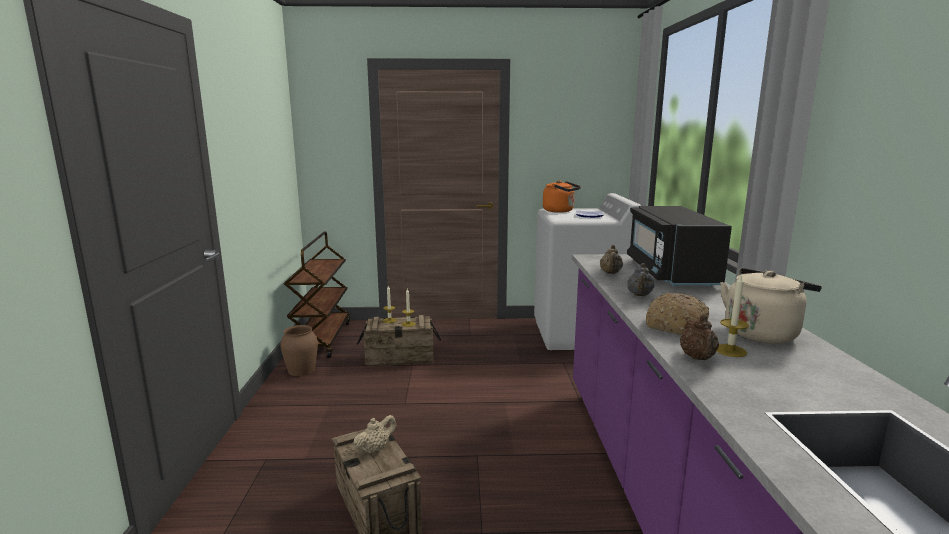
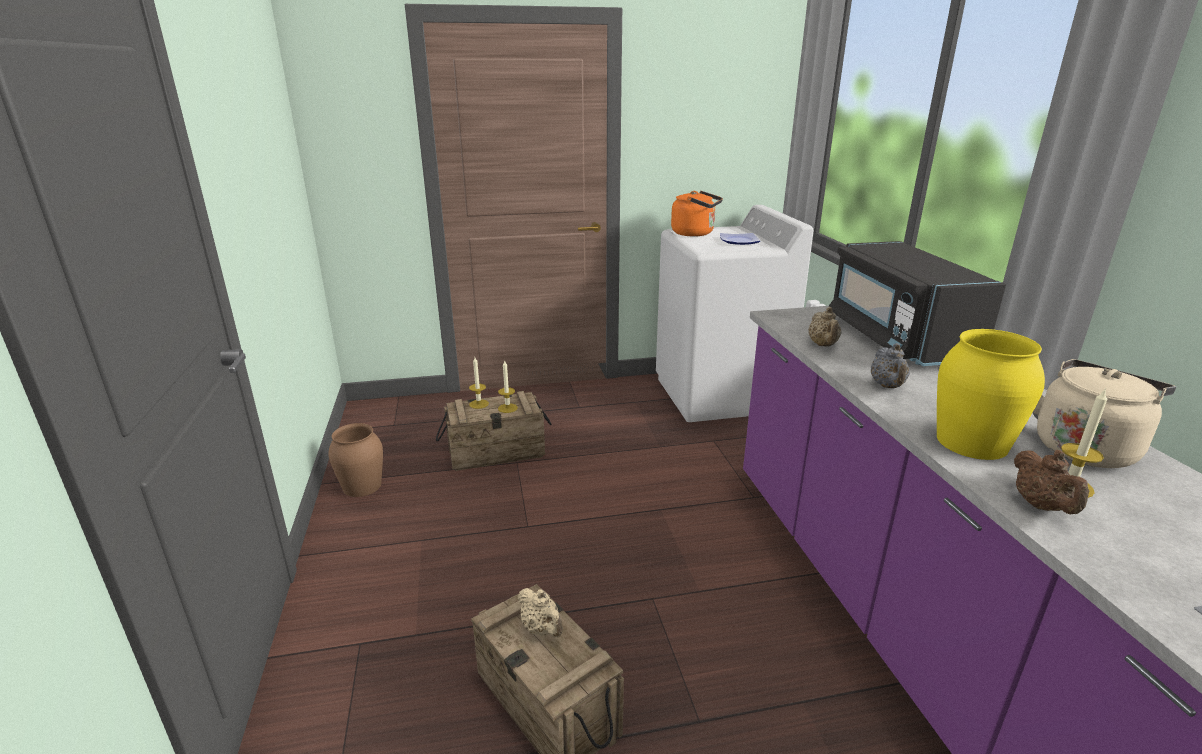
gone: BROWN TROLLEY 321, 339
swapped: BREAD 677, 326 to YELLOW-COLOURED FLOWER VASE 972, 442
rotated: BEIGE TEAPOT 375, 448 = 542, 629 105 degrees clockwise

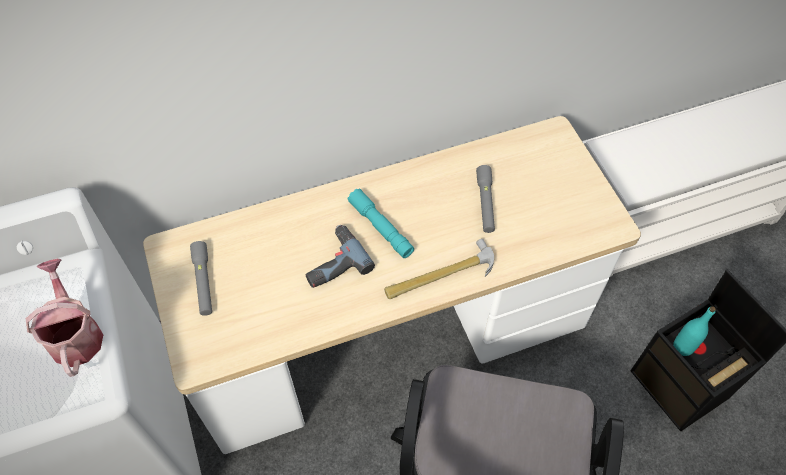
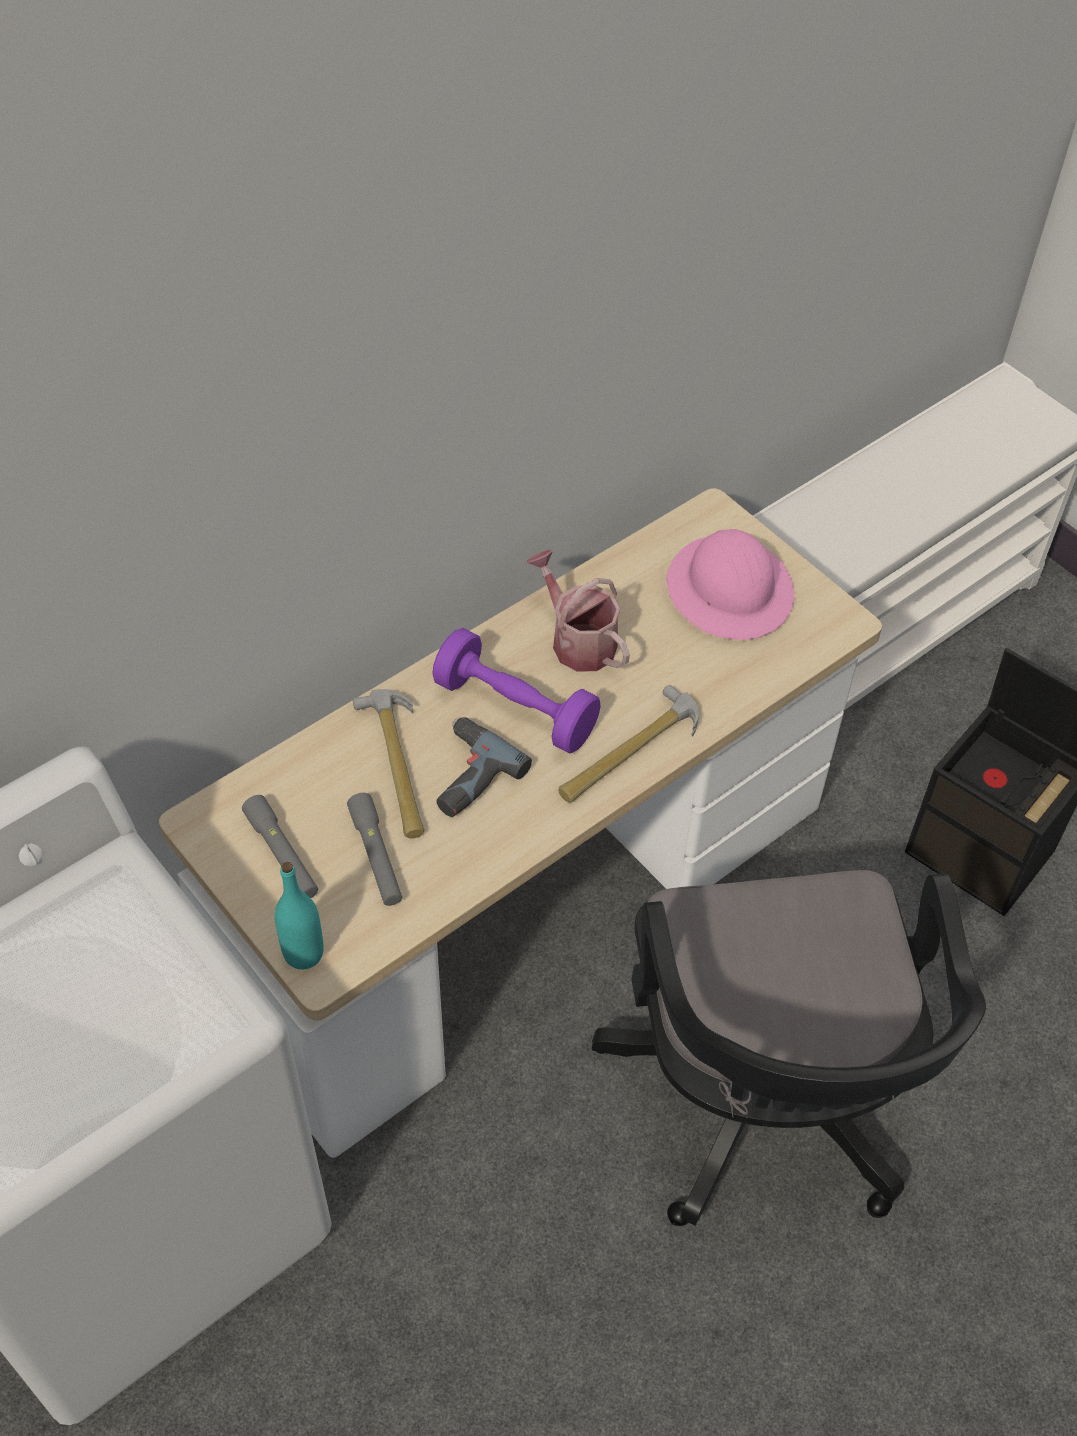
new: PINK WORK HELMET 730, 590; HAND HAMMER 396, 766
shifted: GRAY HAND TORCH 485, 203 to 376, 856; SPRINKLING CAN 75, 334 to 578, 640; TURQUOISE DRINK BOTTLE 683, 347 to 303, 953
swapped: TURQUOISE HAND TORCH 380, 228 to PURPLE HAND WEIGHT 515, 709

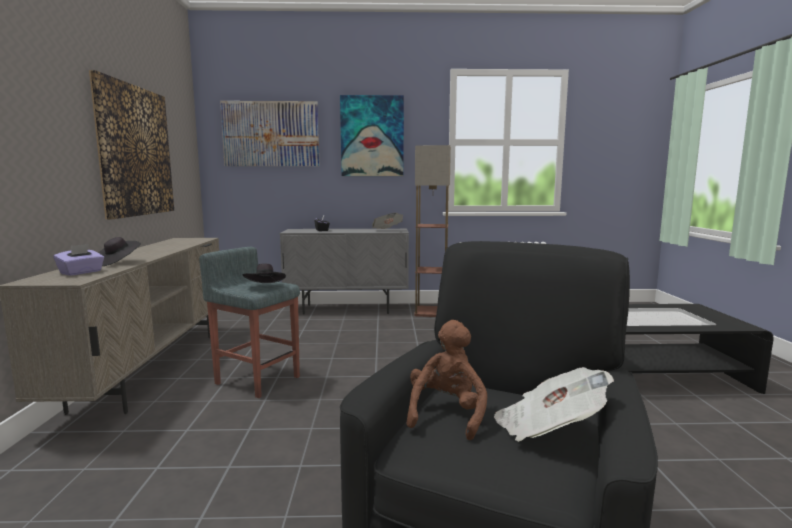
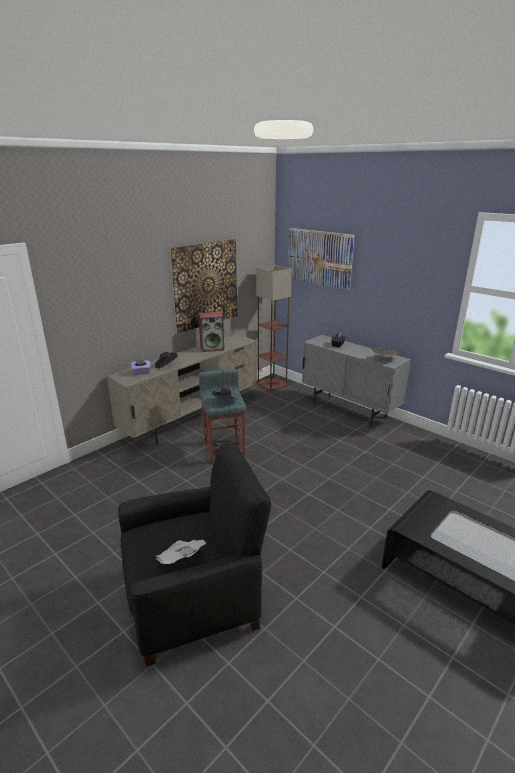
gone: PICTURE 372, 136; BROWN PLUSH TOY 446, 414
new: LOUDSPEAKER 212, 348
shifted: STANDING LAMP 430, 312 to 272, 384

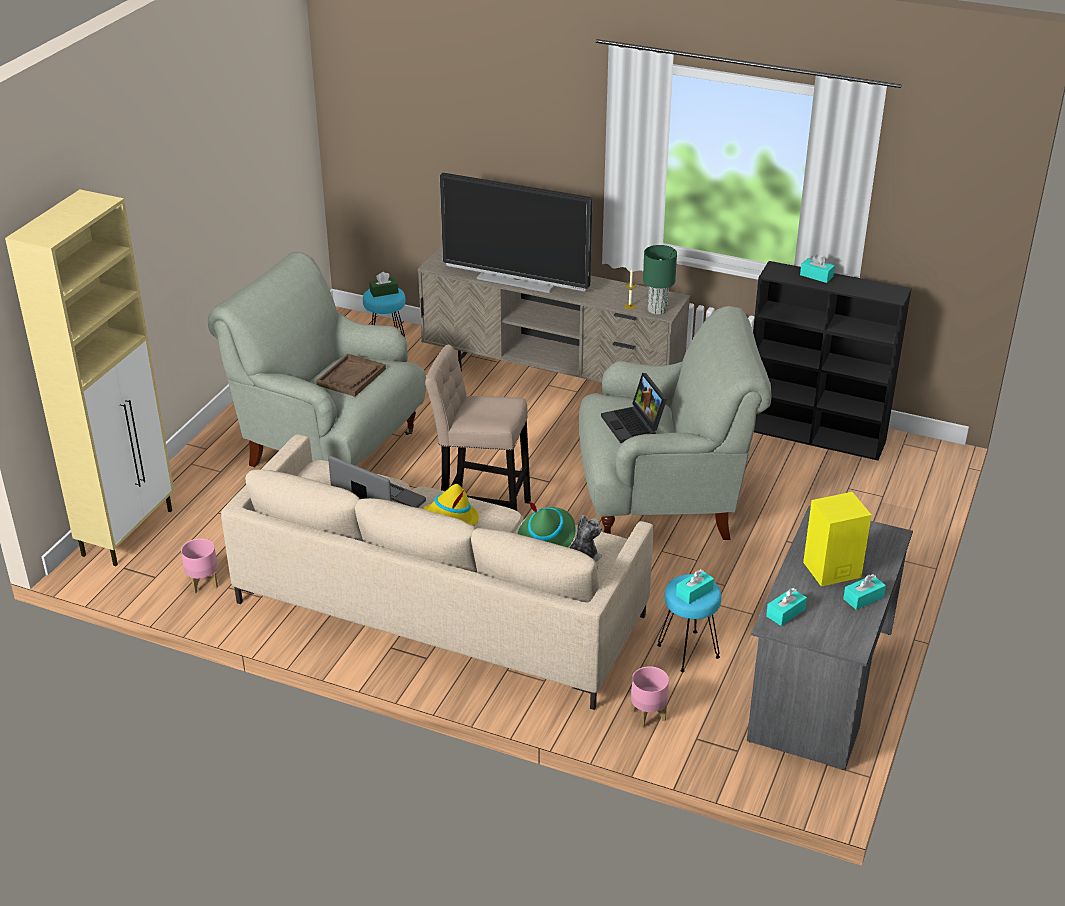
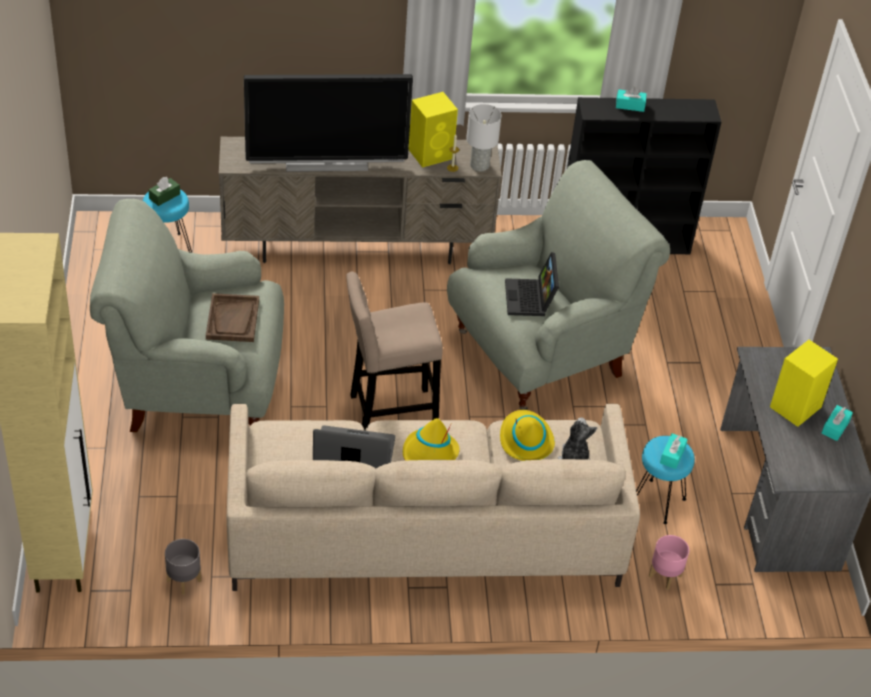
gone: TURQUOISE BOX OF TISSUES 785, 613
new: YELLOW-COLOURED LOUDSPEAKER 431, 153
repainted: GREENISH LAMP FOR A TABLE 658, 310 to WHITE-COLOURED LAMP FOR A TABLE 480, 165; GREENISH WEARABLE HAT 547, 534 to YELLOW-COLOURED WEARABLE HAT 525, 439; PINK FLOWER POT 202, 583 to GRAY FLOWER POT 183, 581
rotated: LAPTOP 634, 425 = 531, 299 45 degrees clockwise

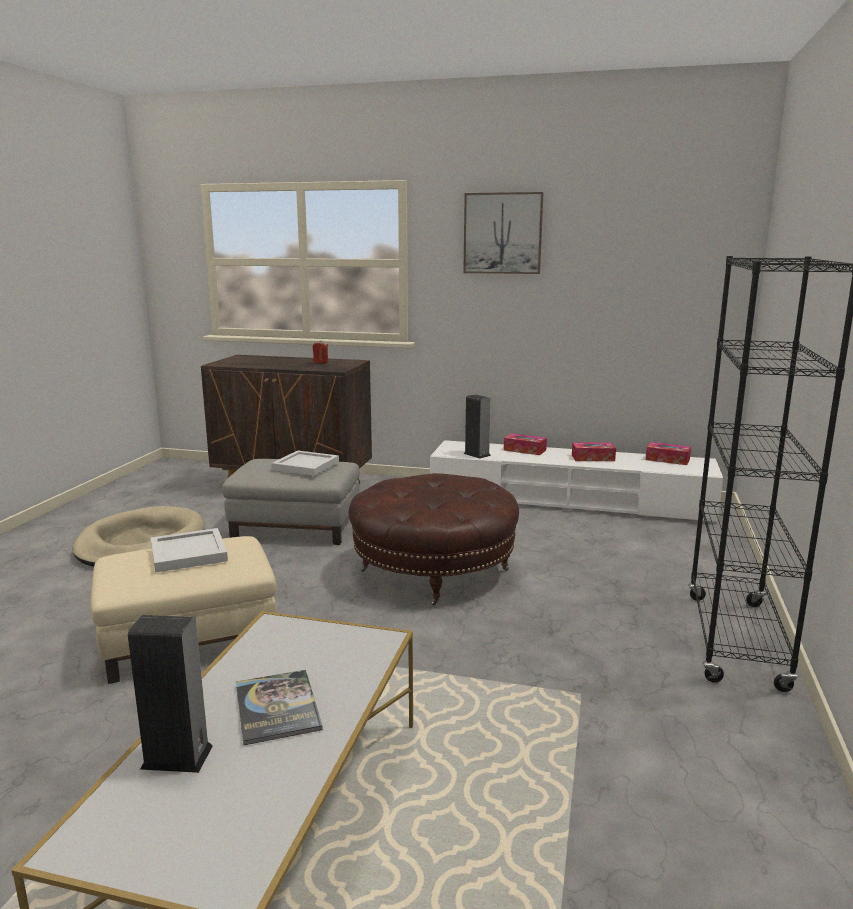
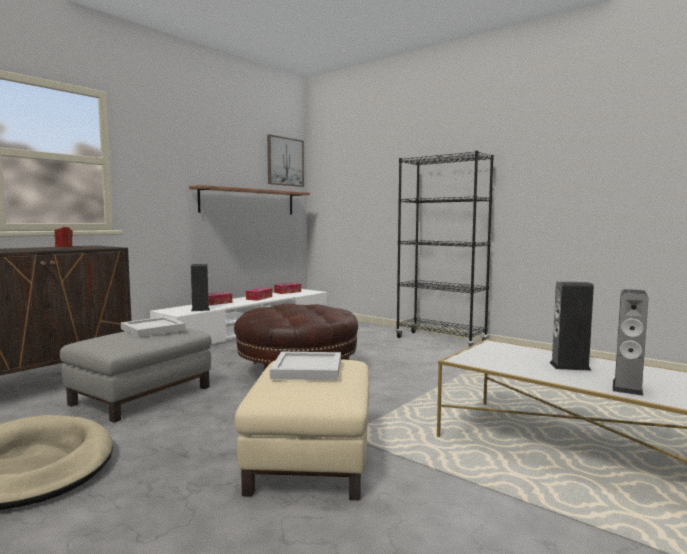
new: WALL SHELF 249, 201
shifted: PICTURE 502, 233 to 285, 161
swapped: VOLUME 277, 707 to LOUDSPEAKER 569, 366

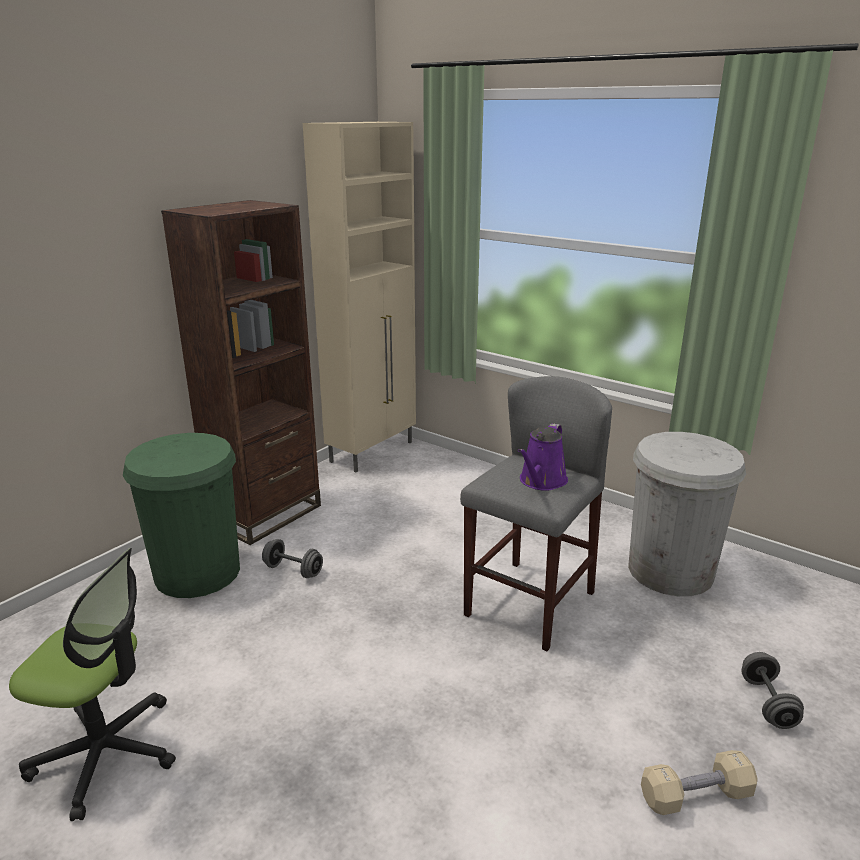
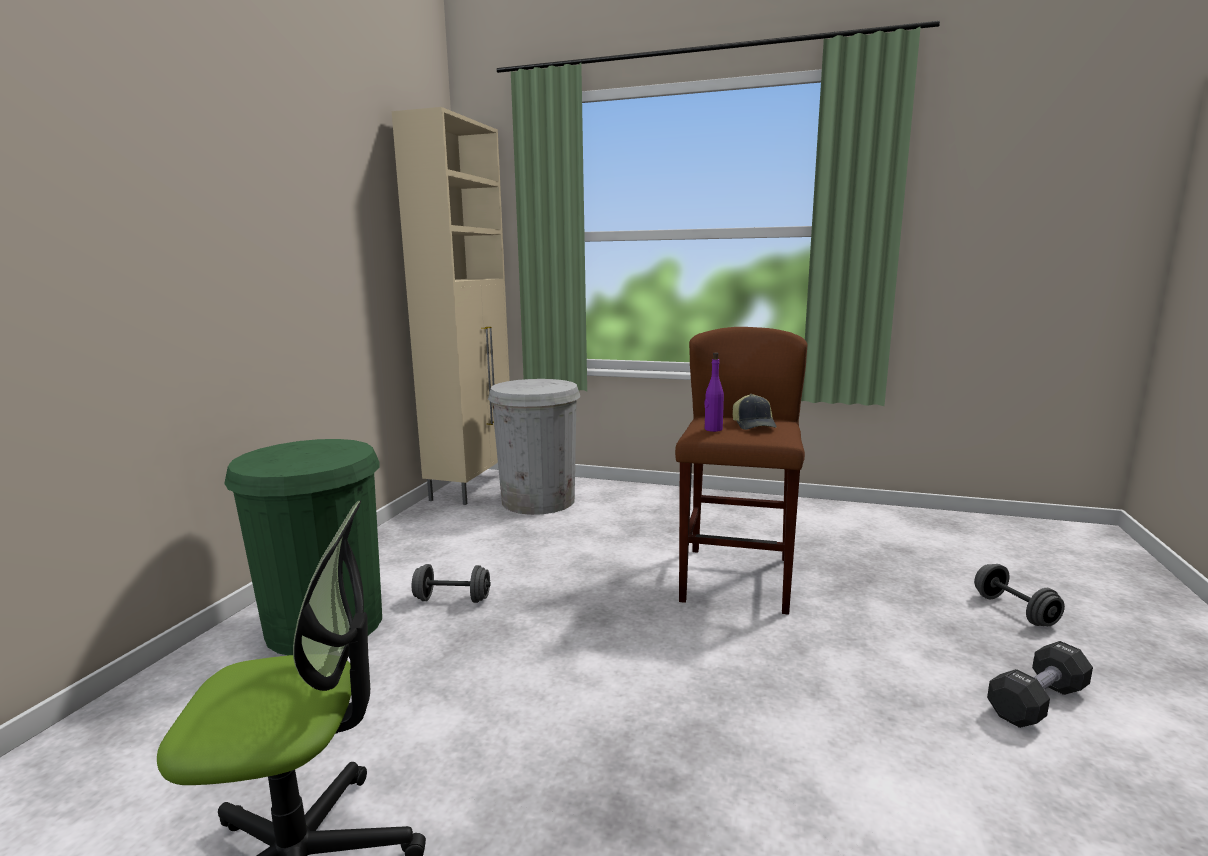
gone: BROWN BOOKSHELF 265, 514
new: PURPLE DRINK BOTTLE 713, 429
shifted: WHITE-COLOURED TRASH CAN 670, 570 to 538, 501
swapped: PURPLE SPRINKLING CAN 541, 481 to BASEBALL CAP 754, 425
repainted: GRAY STOOL SEAT 529, 604 to BROWN STOOL SEAT 736, 579; BEIGE HAND WEIGHT 695, 796 to BLACK HAND WEIGHT 1037, 702

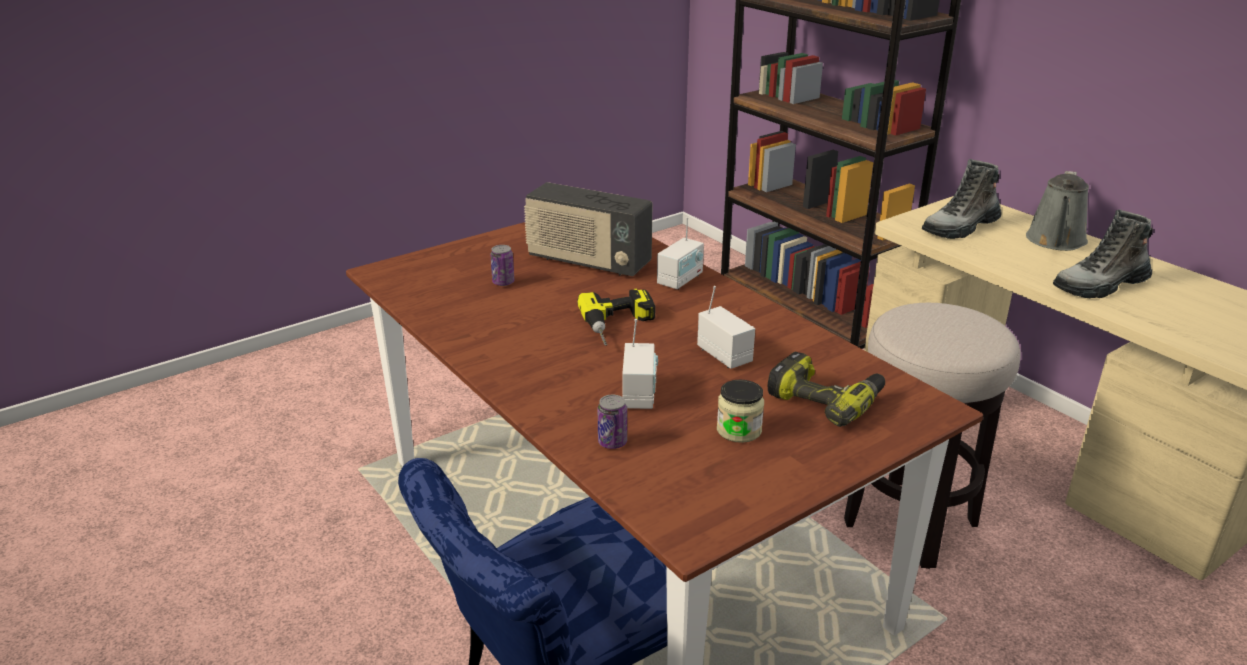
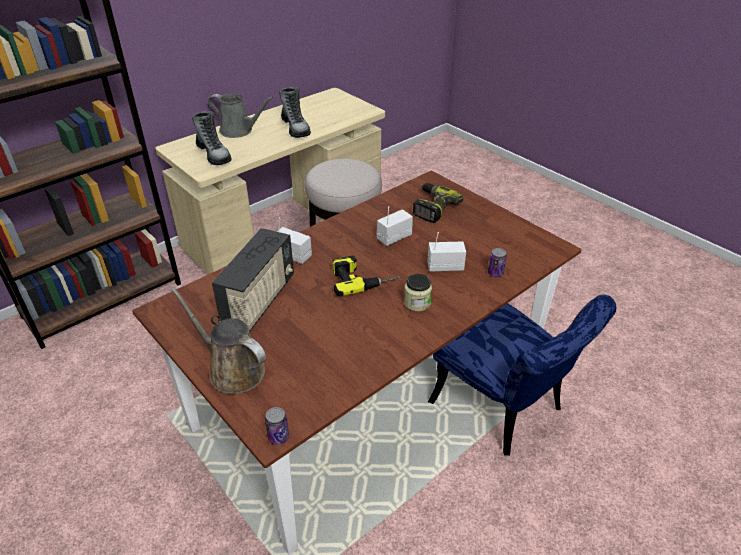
new: BROWN SPRINKLING CAN 232, 370
shifted: METAL CAN 503, 282 to 278, 437; JAR 739, 430 to 417, 303

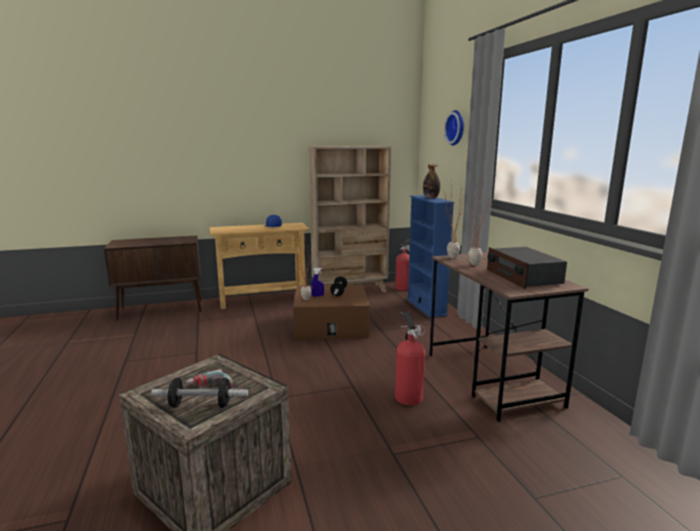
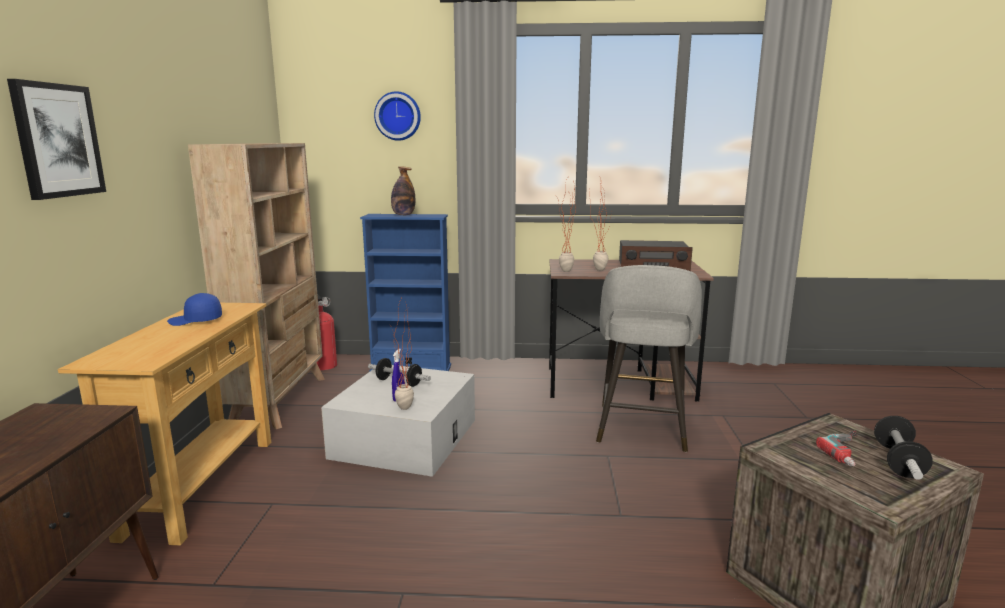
new: PICTURE 57, 140
swapped: EXTINGUISHER 408, 396 to GRAY STOOL SEAT 641, 429
repainted: BROWN STORAGE CONTAINER 331, 325 to WHITE-COLOURED STORAGE CONTAINER 405, 438

